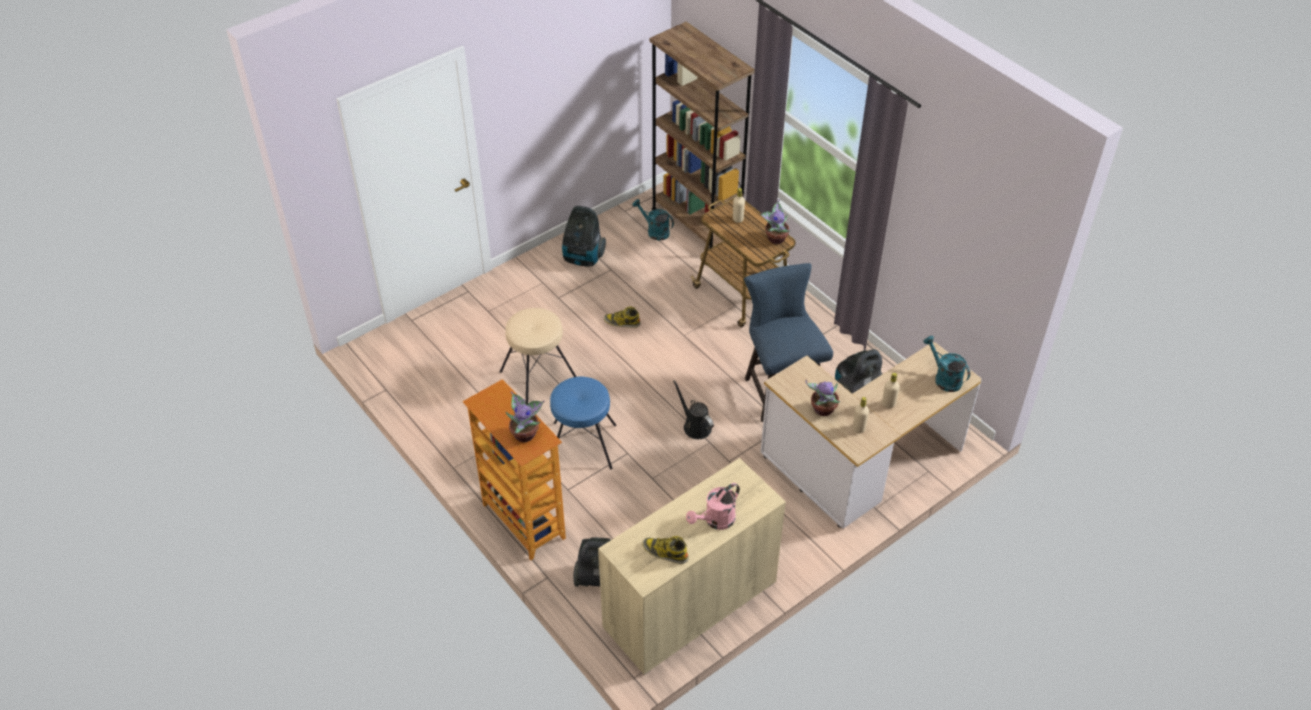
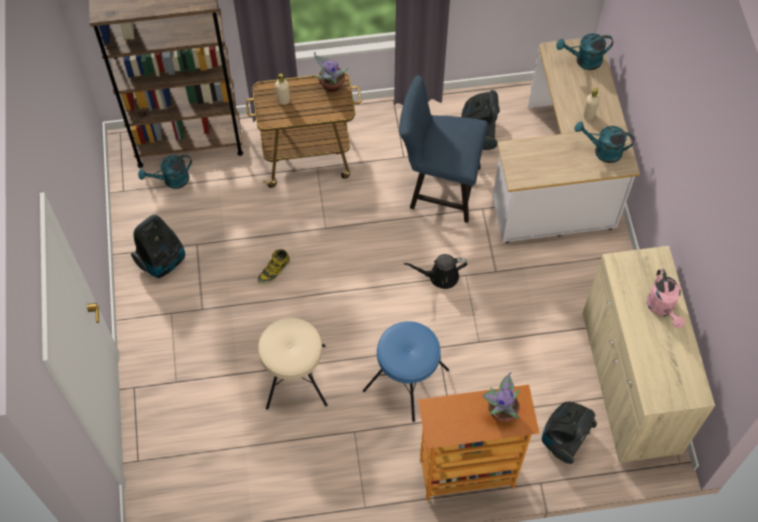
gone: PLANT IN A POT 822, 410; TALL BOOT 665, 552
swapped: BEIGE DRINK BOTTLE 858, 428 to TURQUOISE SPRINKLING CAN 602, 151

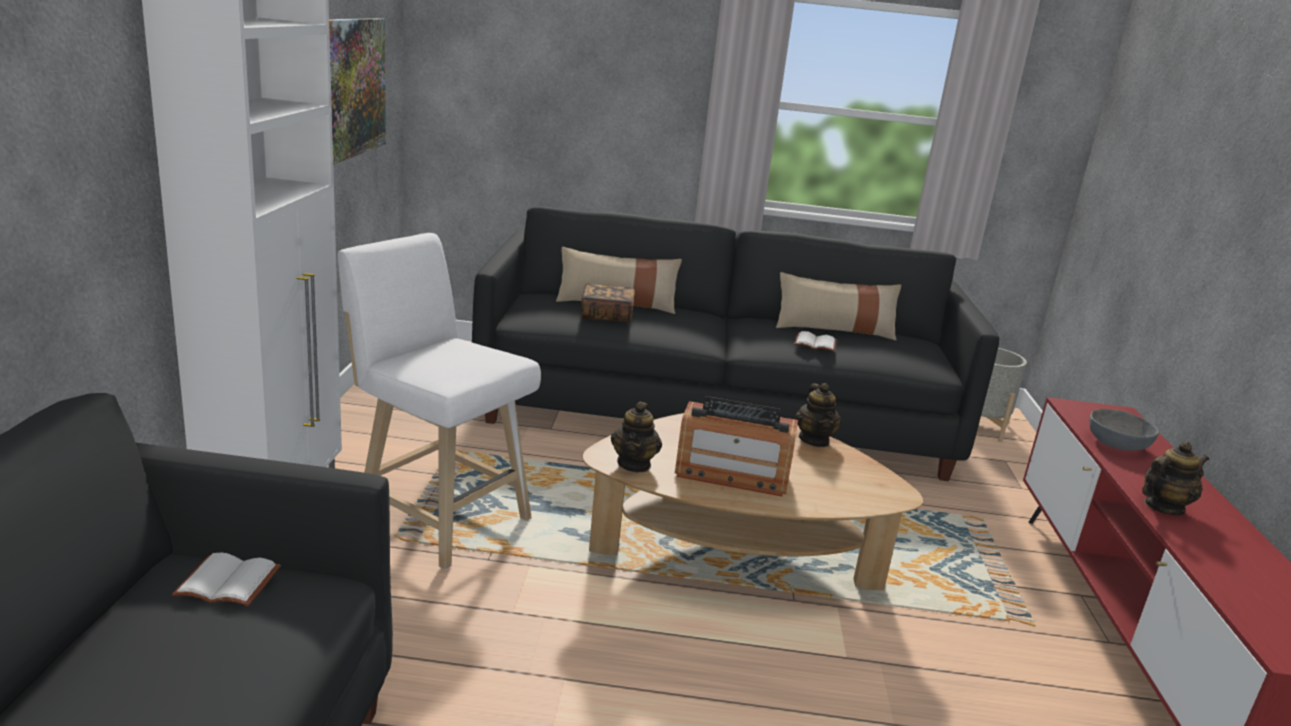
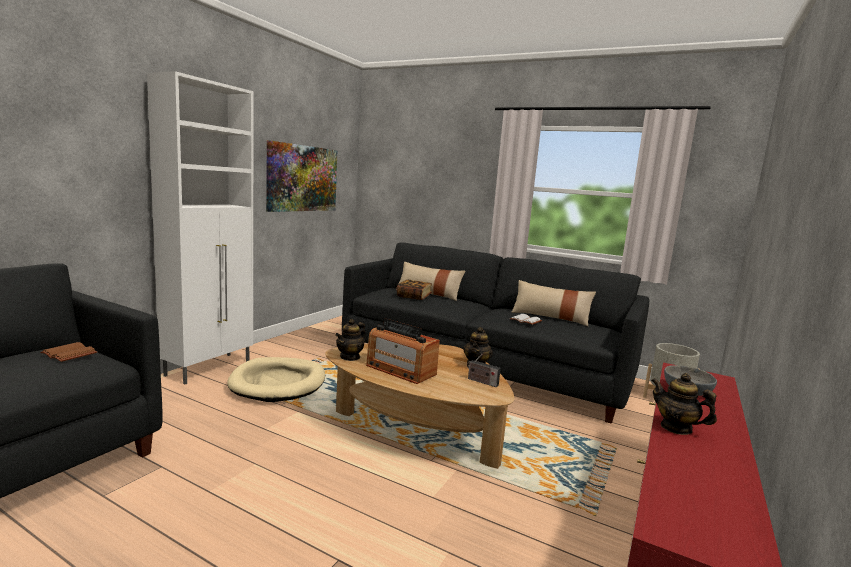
new: RADIO 481, 381
swapped: WHITE-COLOURED STOOL SEAT 438, 516 to BEIGE PET BED 278, 383
repainted: WHITE-COLOURED VOLUME 225, 584 to BROWN VOLUME 67, 354
rotated: TEAPOT 1163, 507 = 676, 428 135 degrees counterclockwise

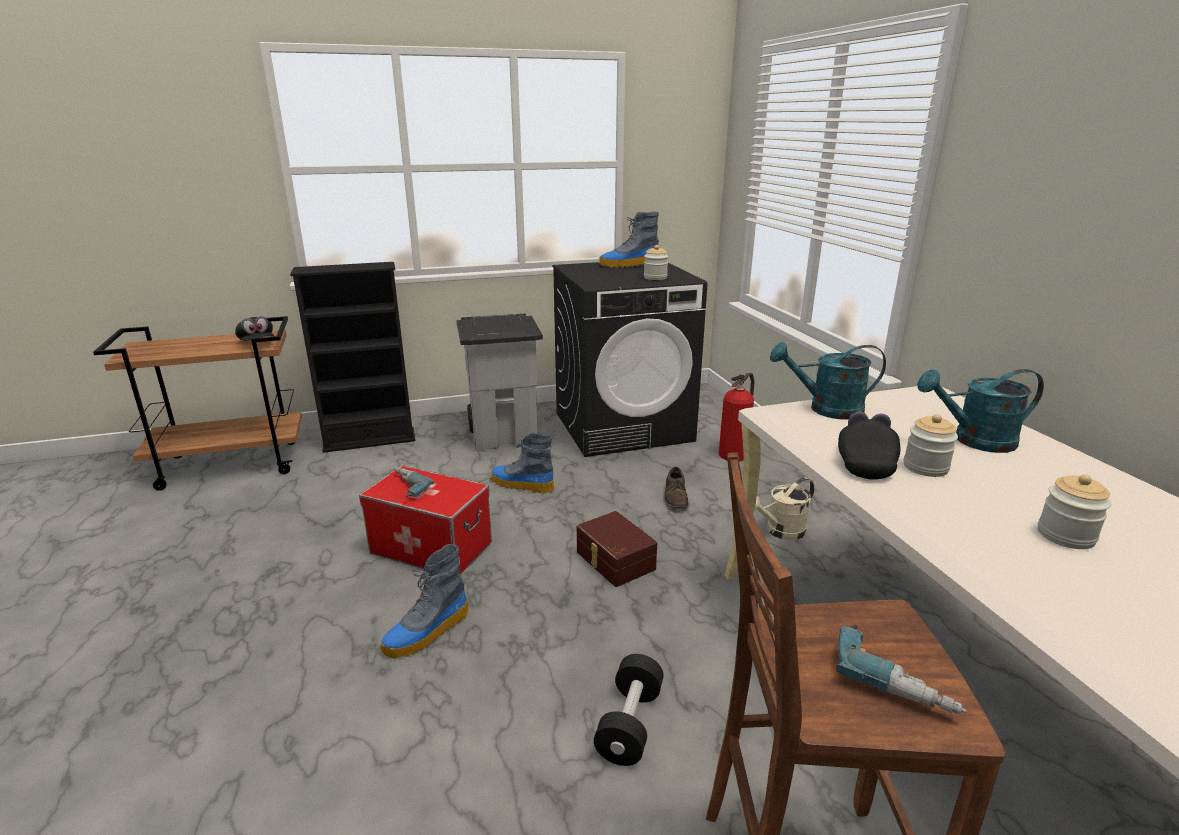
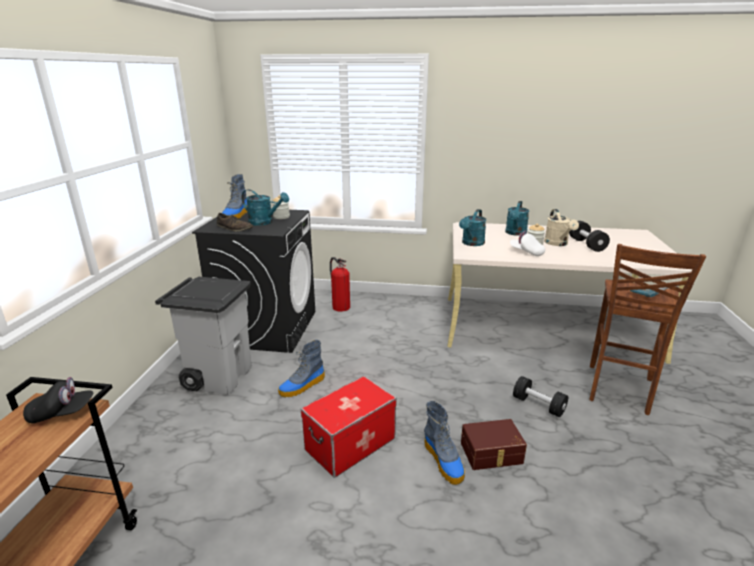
gone: BLACK BOOKSHELF 369, 440; DRILL 405, 487
new: TURQUOISE SPRINKLING CAN 265, 222
shifted: BROWN ITEM OF FOOTWEAR 676, 496 to 234, 228; BEIGE SPRINKLING CAN 780, 531 to 558, 244; BROWN STORAGE CONTAINER 614, 561 to 492, 454
swapped: JAR 1065, 535 to BLACK HAND WEIGHT 586, 244
repainted: BLACK BASEBALL CAP 864, 463 to WHITE-COLOURED BASEBALL CAP 526, 252

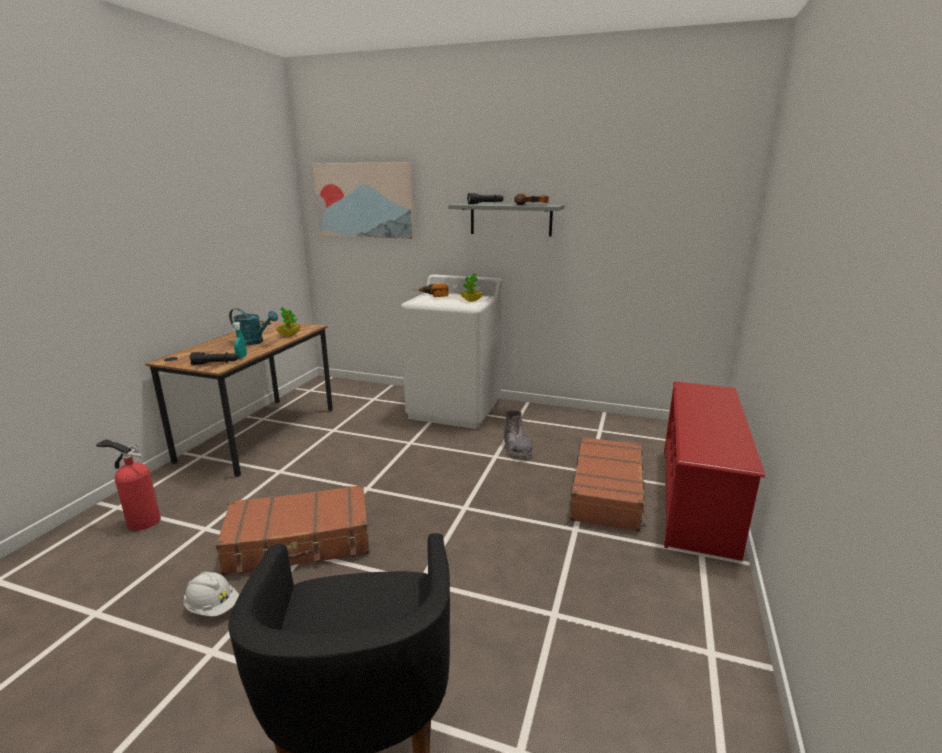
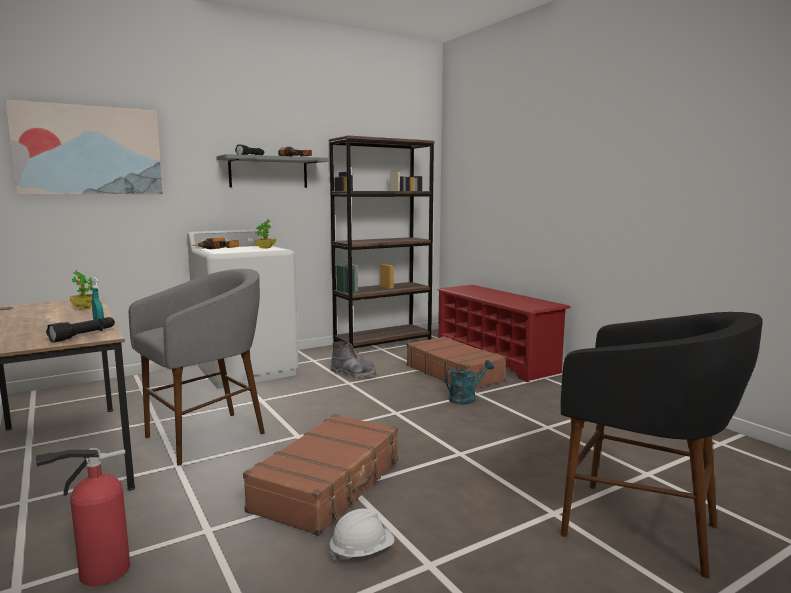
new: BROWN BOOKSHELF 383, 343; GRAY STOOL SEAT 207, 436
shifted: TURQUOISE SPRINKLING CAN 254, 342 to 466, 398

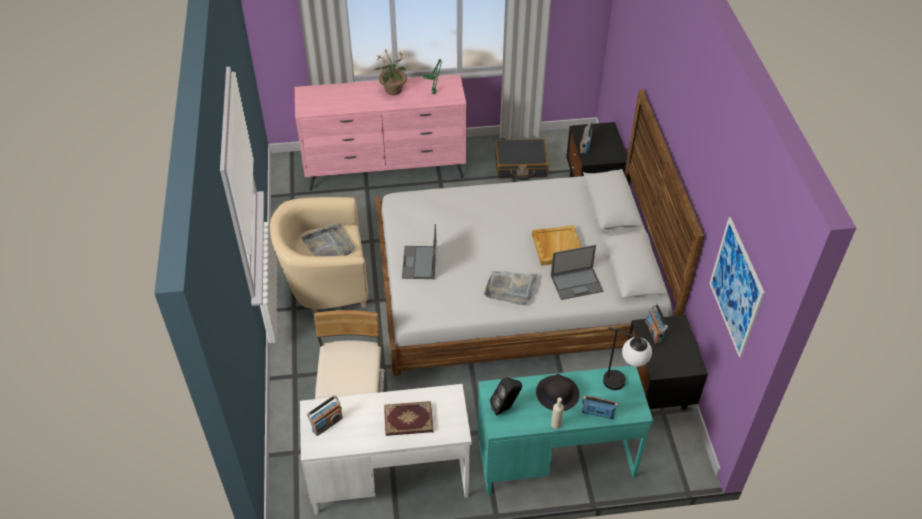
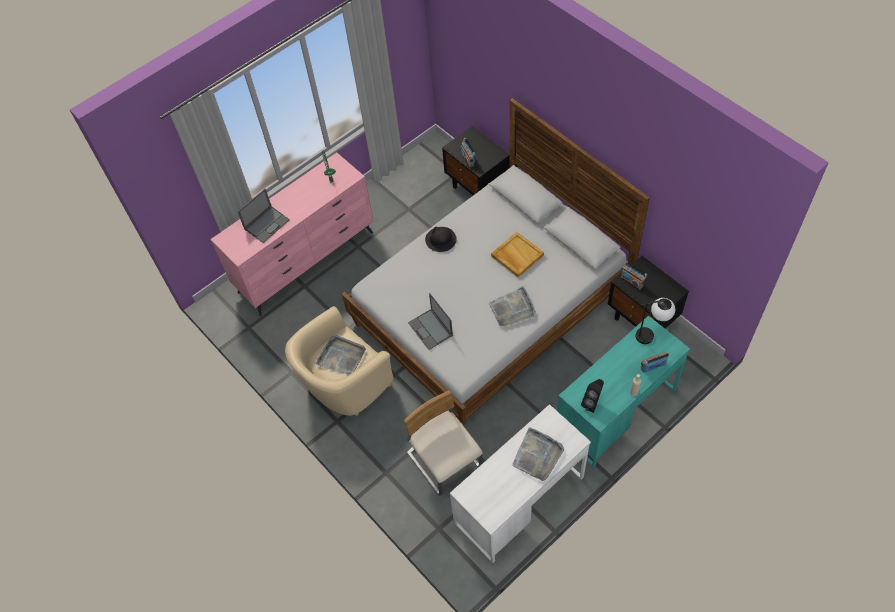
gone: PLANT IN A POT 393, 90; BLACK PIECE OF LUGGAGE 520, 166; PICTURE 736, 287; RADIO 327, 424
shifted: LAPTOP 577, 283 to 267, 224; BLACK WEARABLE HAT 557, 393 to 440, 240
swapped: VOLUME 408, 421 to GRAY TRAY 537, 455

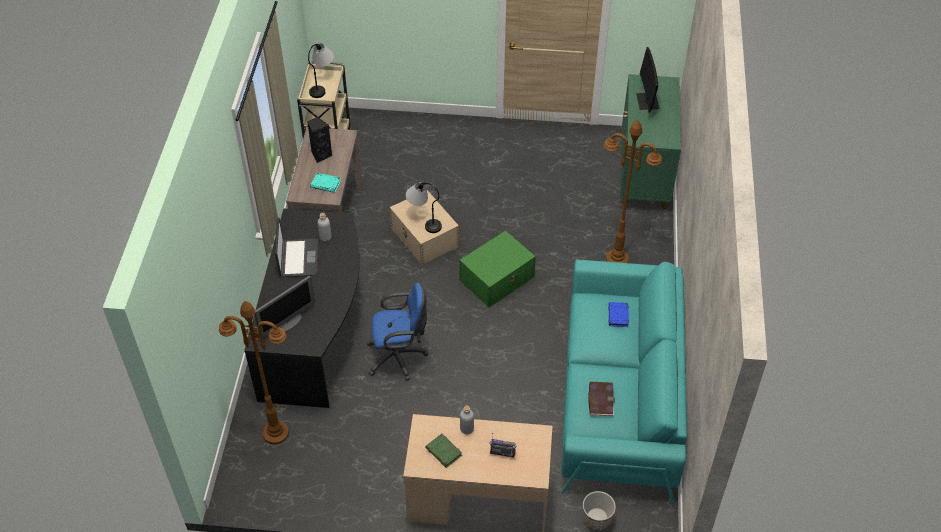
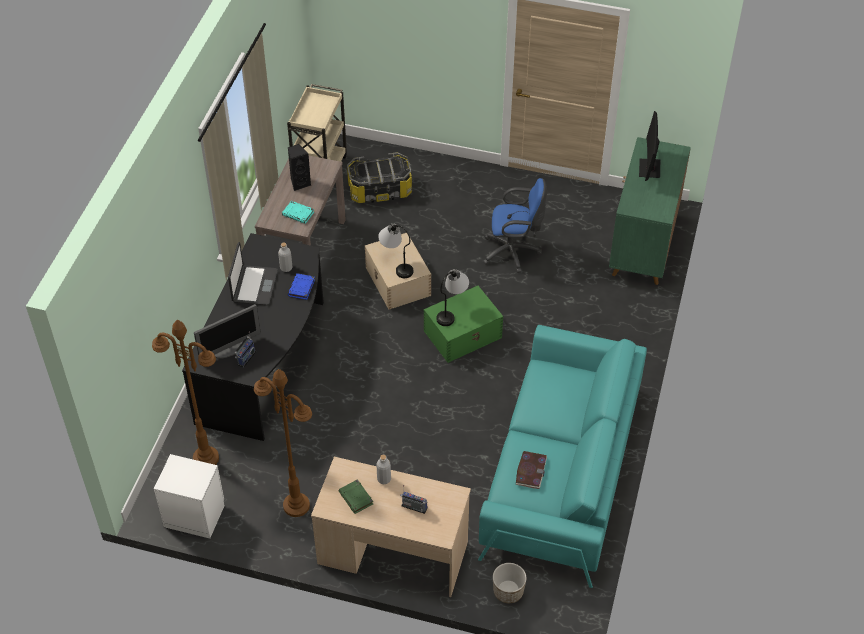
new: STORAGE CONTAINER 380, 190; RADIO 245, 357; WHITE-COLOURED NIGHTSTAND 193, 514
shifted: LAMP FOR A TABLE 322, 86 to 452, 311; BROWN STANDING LAMP 616, 259 to 296, 505; BLUISH DESK CHAIR 399, 357 to 514, 252; BLUISH VOLUME 618, 316 to 301, 288

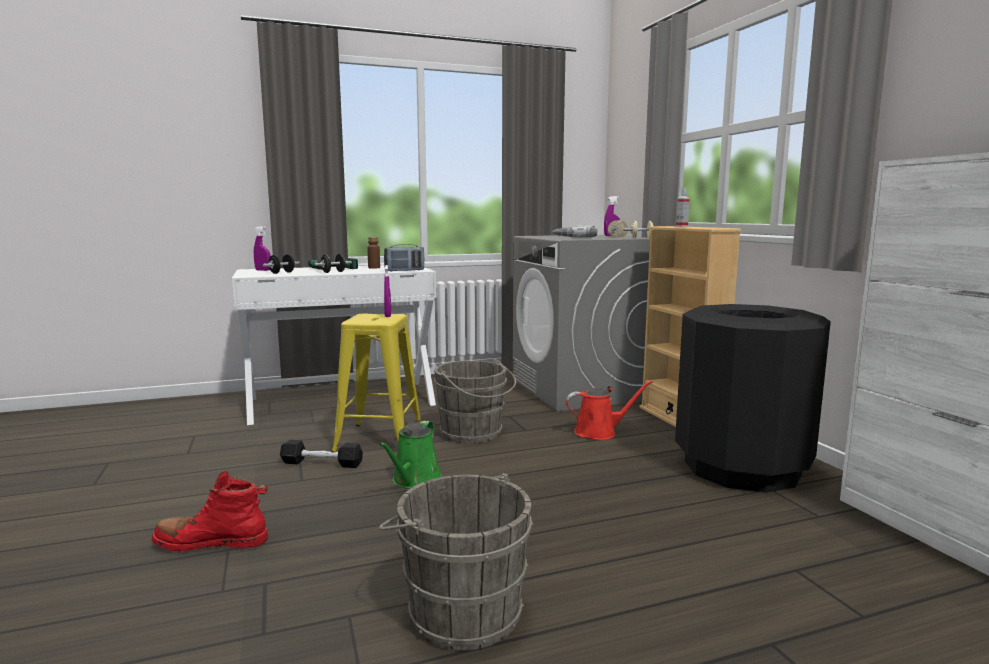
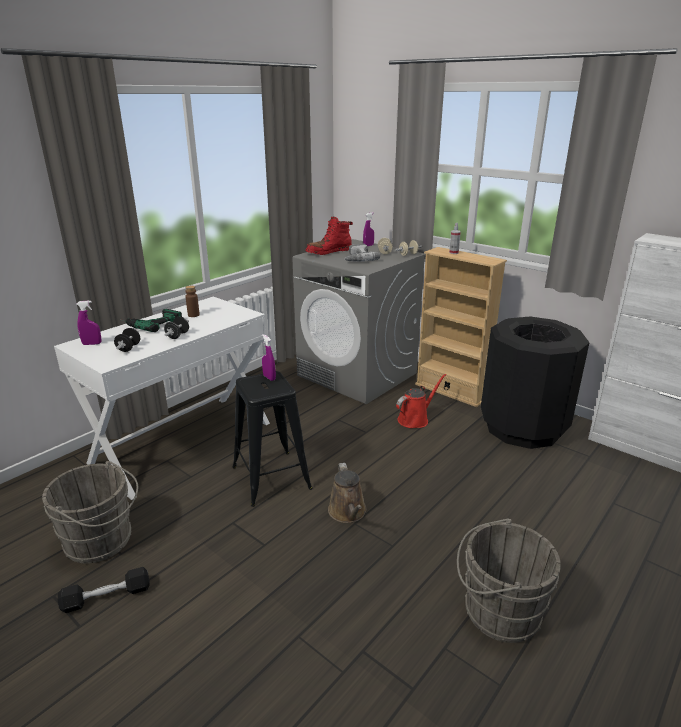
gone: RADIO 404, 270
shifted: GRAY PAIL 473, 433 to 102, 541; BLACK HAND WEIGHT 322, 463 to 107, 597; REDDISH TALL BOOT 212, 543 to 329, 252
repainted: YELLOW-COLOURED STOOL SEAT 379, 439 to BLACK STOOL SEAT 271, 477; GREENISH SPRINKLING CAN 414, 480 to BROWN SPRINKLING CAN 348, 512

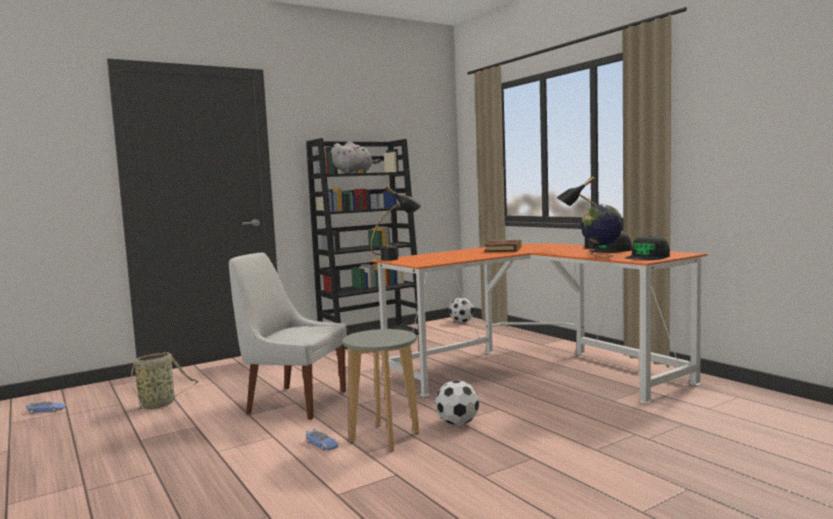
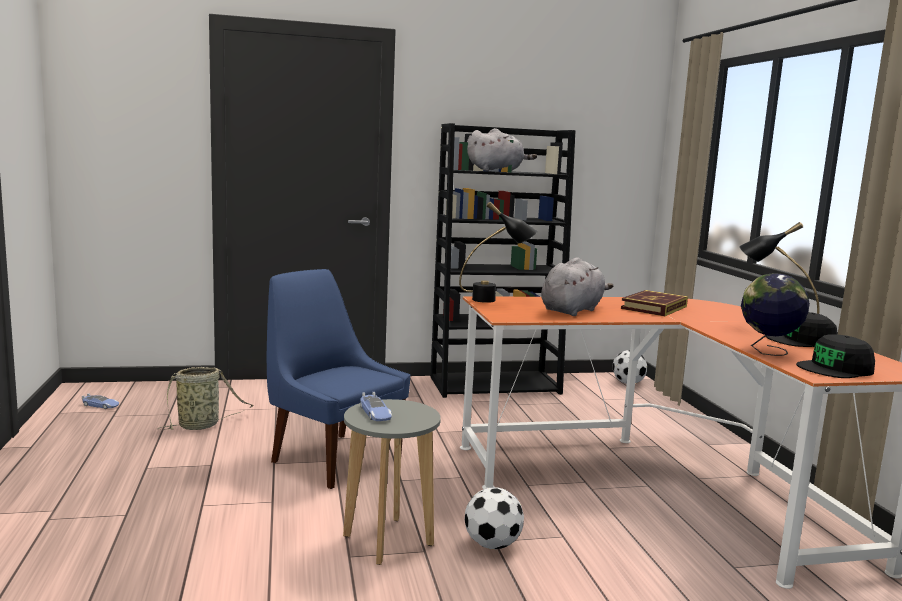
new: GRAY PLUSH TOY 572, 310
shifted: MINIATURE CAR 322, 444 to 375, 413
repainted: WHITE-COLOURED CHAIR 294, 402 to BLUISH CHAIR 333, 458

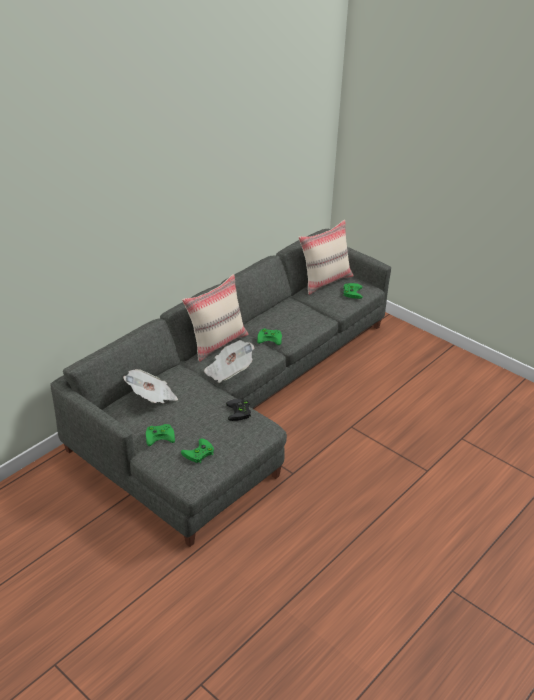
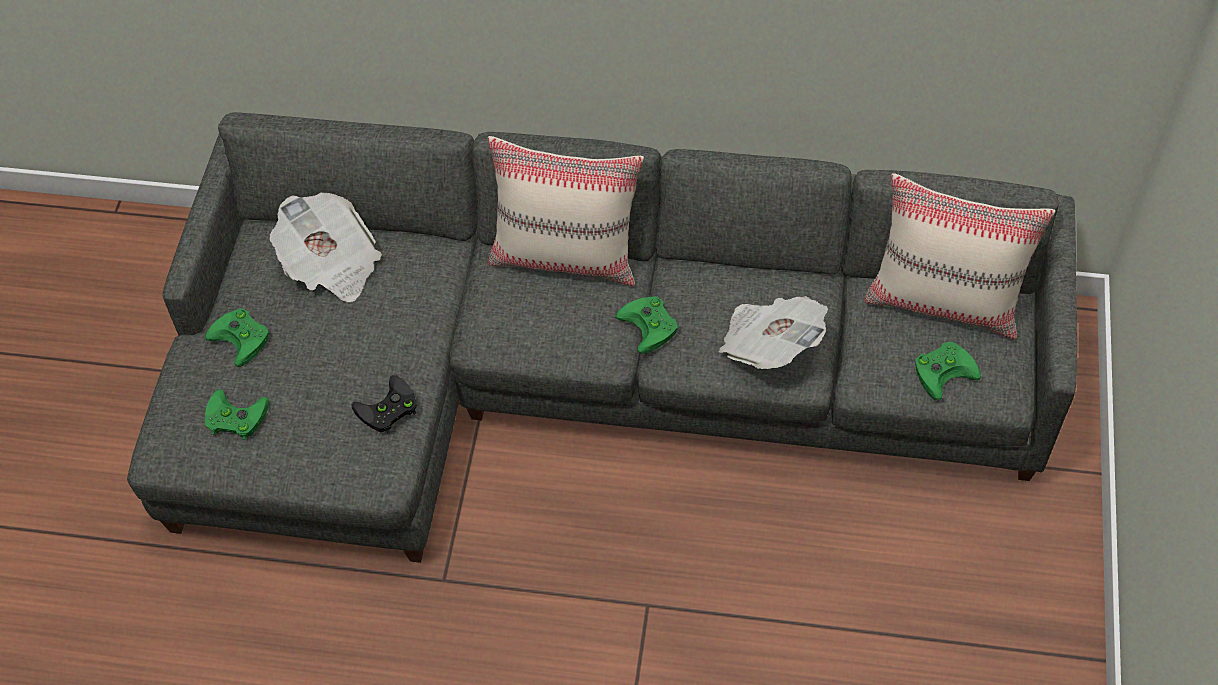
shifted: DAILY PAPER 229, 371 to 770, 345

